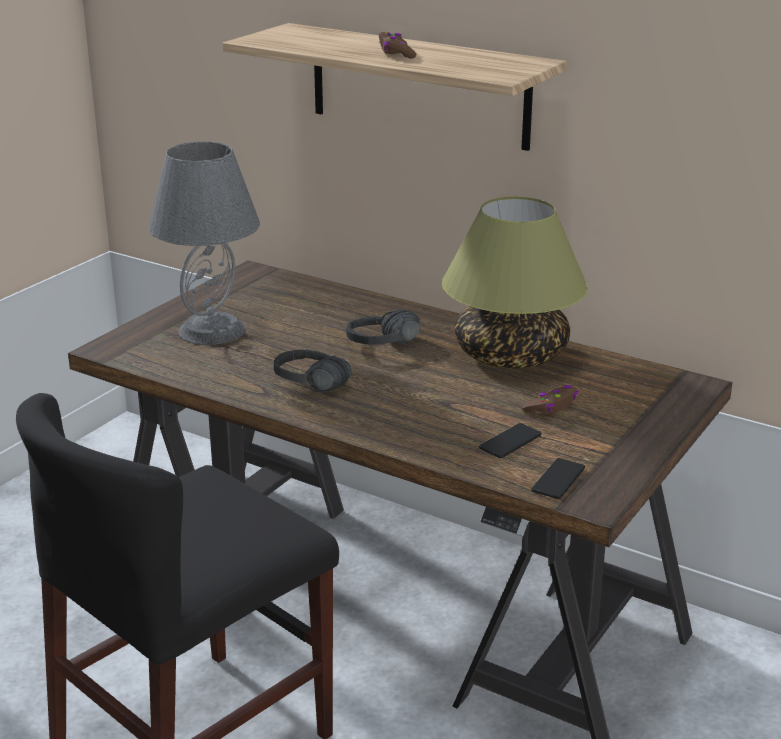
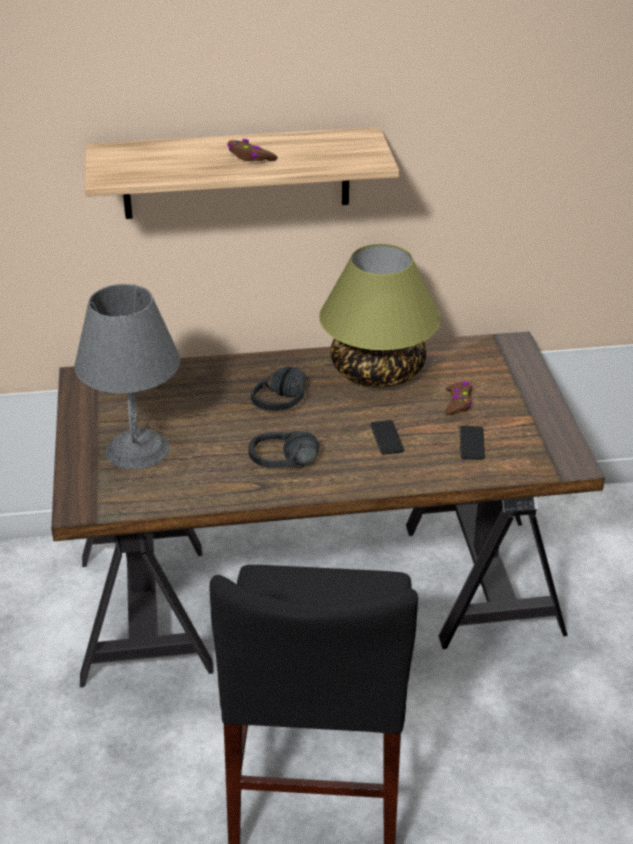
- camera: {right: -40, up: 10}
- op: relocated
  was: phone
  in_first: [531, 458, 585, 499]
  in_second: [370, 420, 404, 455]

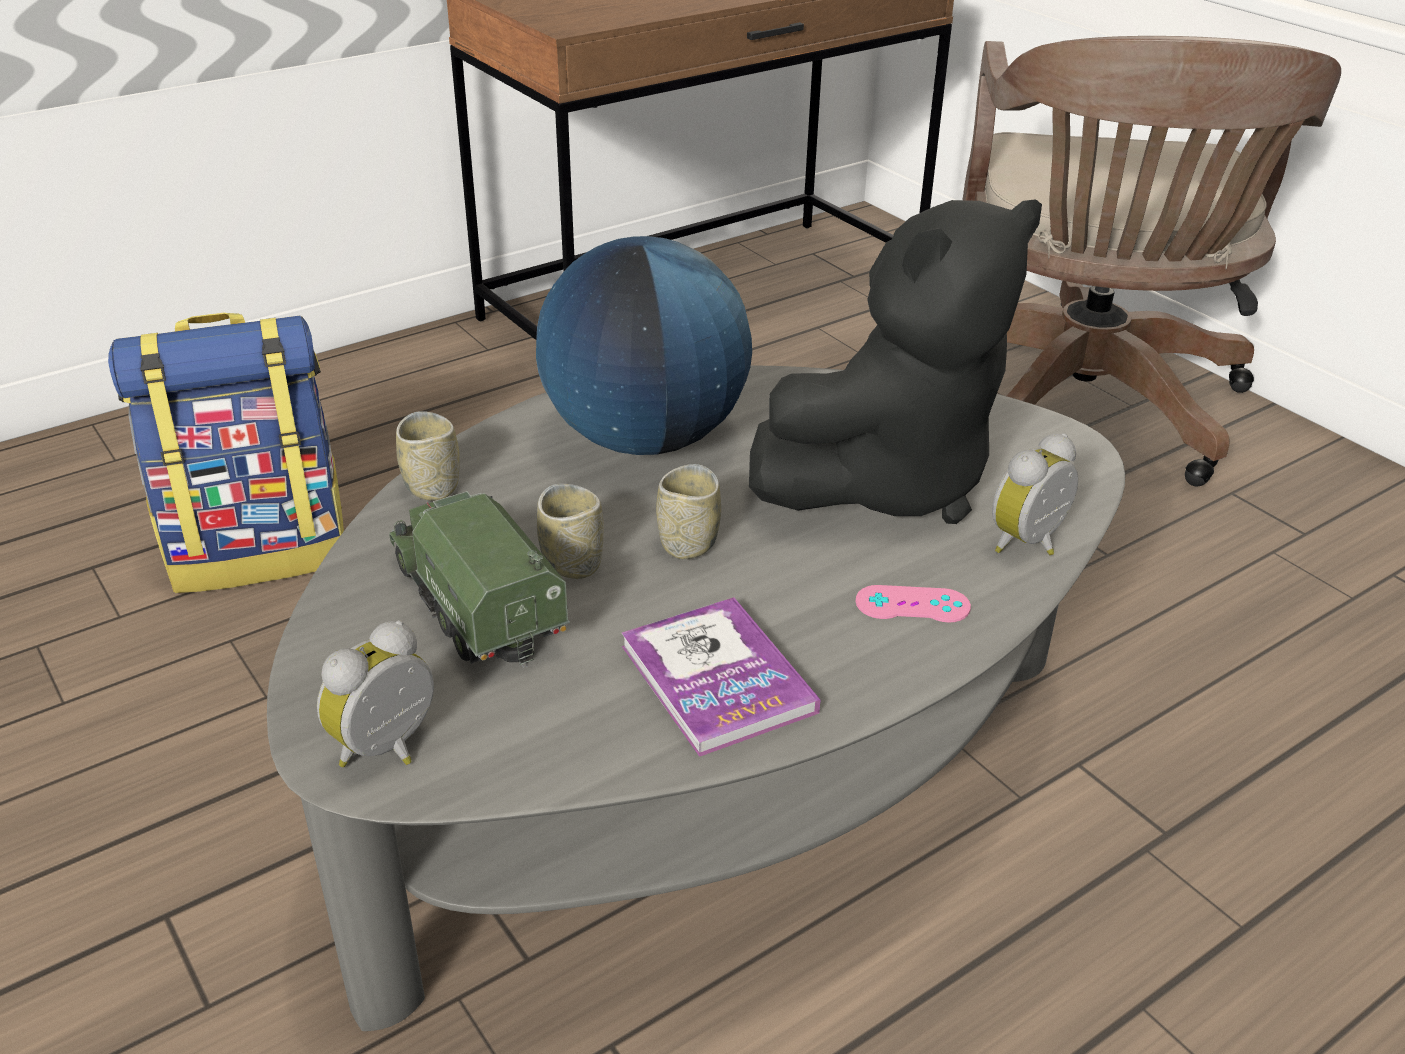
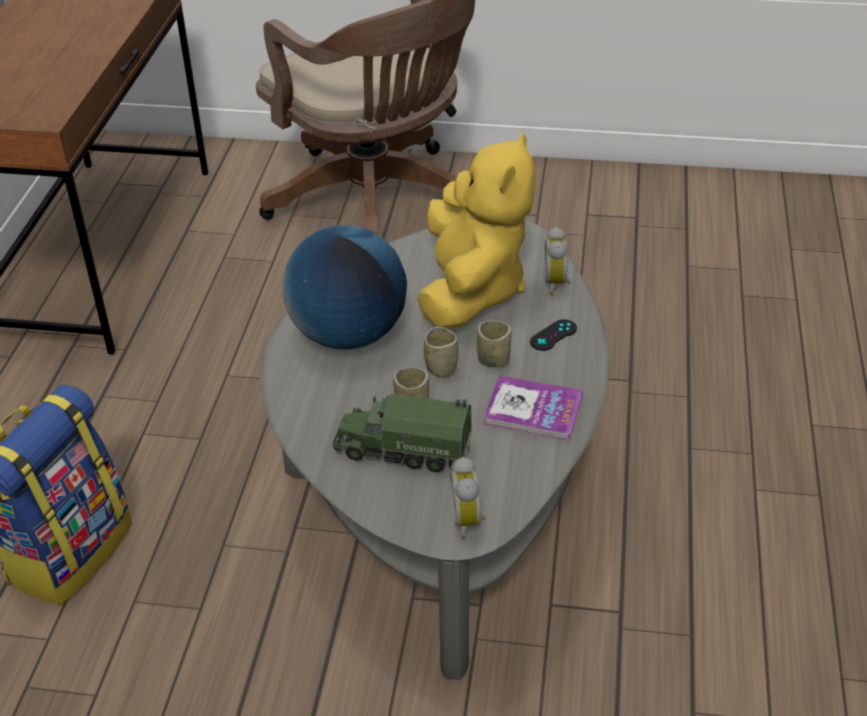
- camera: {right: -45, up: 5}
- op: colour
  was: black plush toy
  now: yellow plush toy
  in_first: [749, 199, 1042, 524]
  in_second: [417, 132, 535, 329]
- op: relocated
  was: cup
  in_first: [396, 411, 460, 501]
  in_second: [477, 321, 511, 367]
- op: colour
  was: pink game controller
  now: black game controller
  in_first: [855, 585, 971, 622]
  in_second: [530, 319, 577, 351]

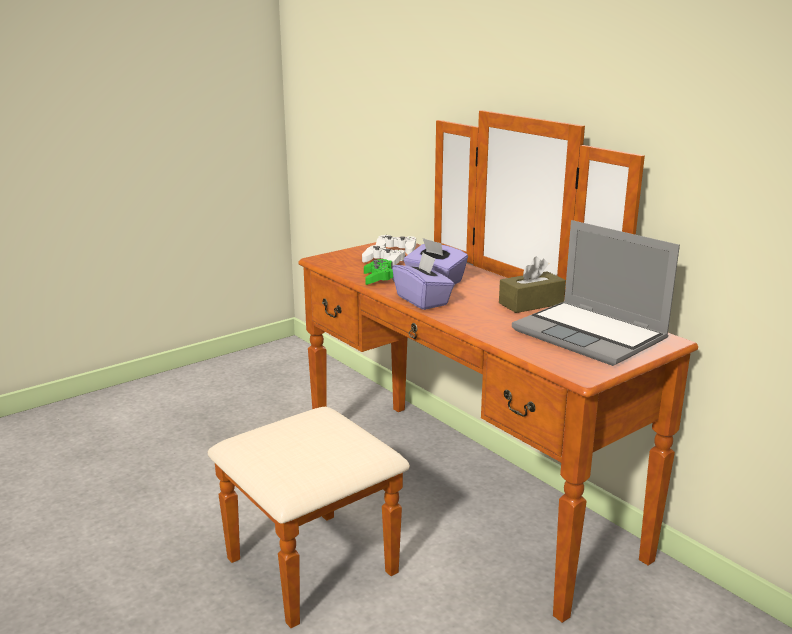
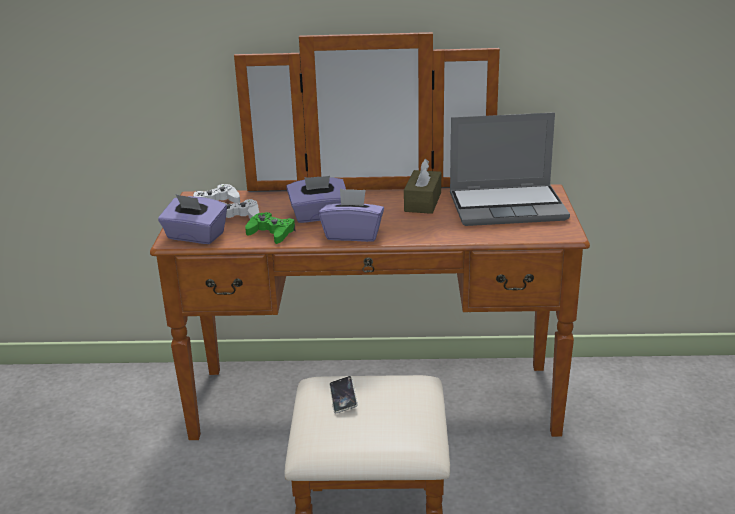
- camera: {right: -50, up: 5}
- op: appeared
  now: purple tissue box
  in_second: [158, 194, 227, 244]
- op: appeared
  now: phone
  in_second: [329, 376, 358, 413]

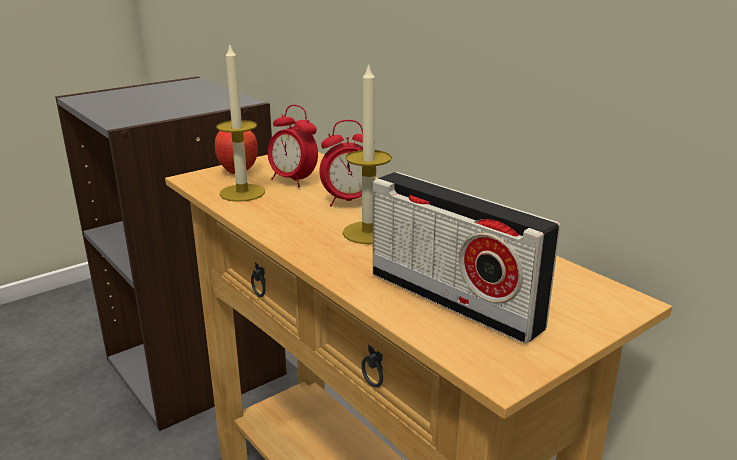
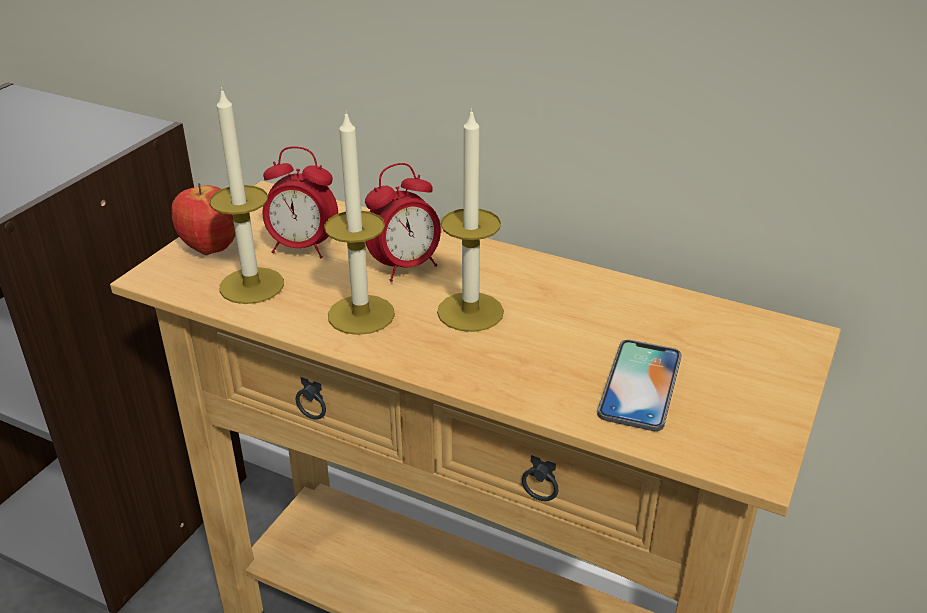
- camera: {right: -25, up: 10}
- op: exchanged
  was: radio
  now: phone
  in_first: [373, 172, 561, 344]
  in_second: [597, 340, 682, 431]
- op: appeared
  now: candle
  in_second: [324, 110, 395, 335]

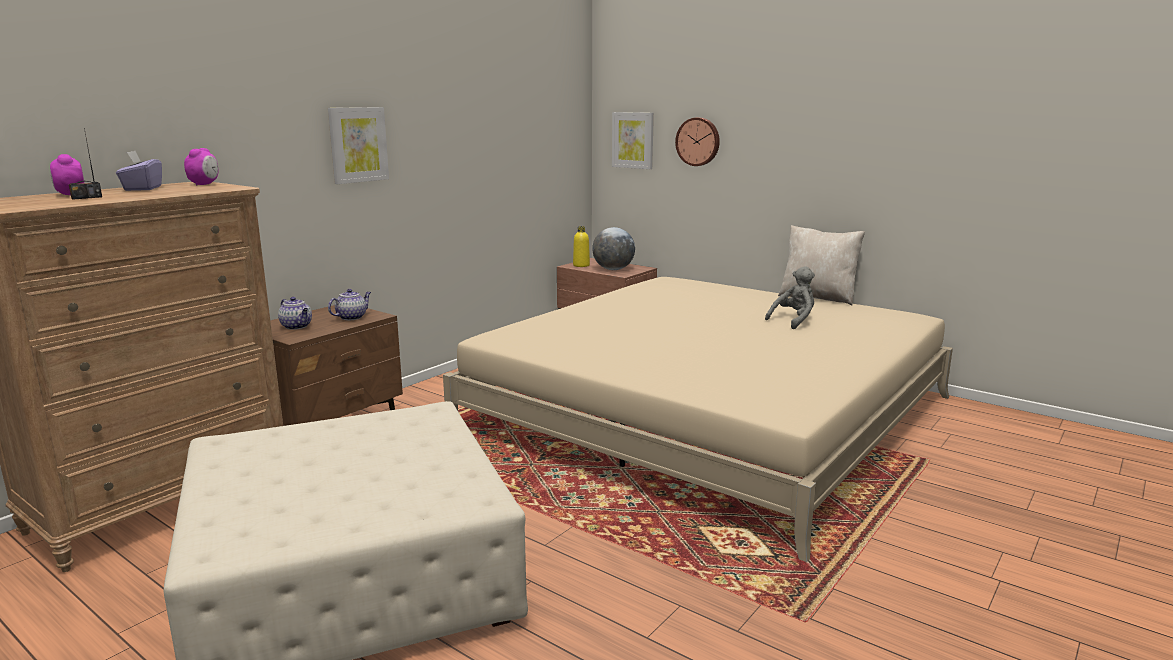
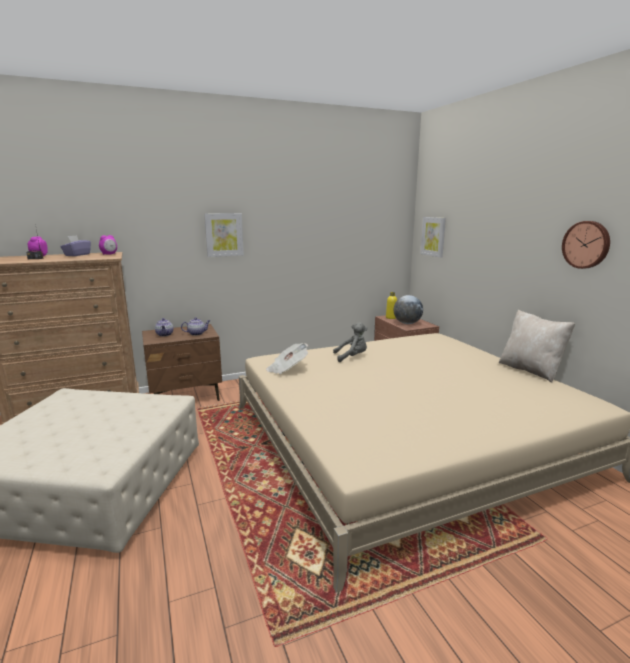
- camera: {right: 30, up: 0}
- op: relocated
  was: wall clock
  in_first: [675, 117, 720, 166]
  in_second: [562, 221, 610, 269]
- op: relocated
  was: grey plush toy
  in_first: [765, 266, 815, 329]
  in_second: [333, 322, 368, 362]
- op: appeared
  now: newspaper
  in_second: [266, 343, 308, 374]

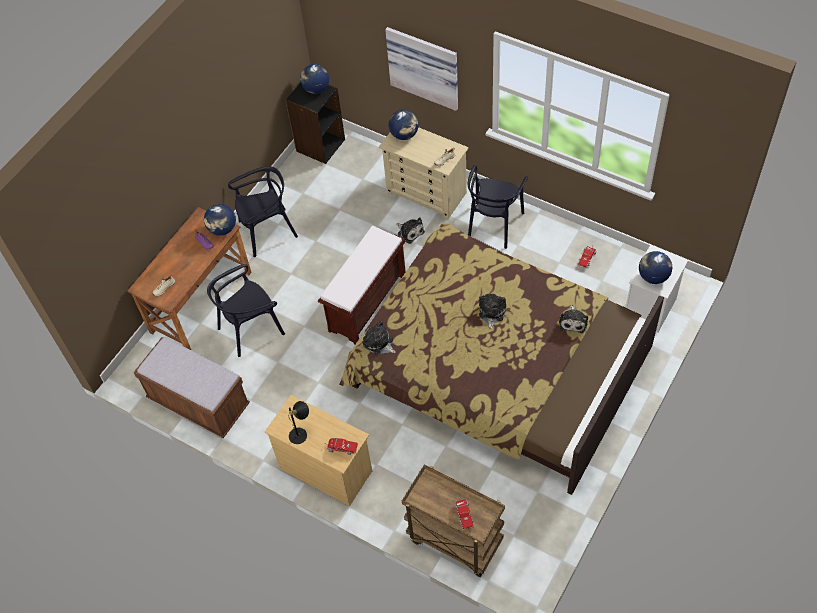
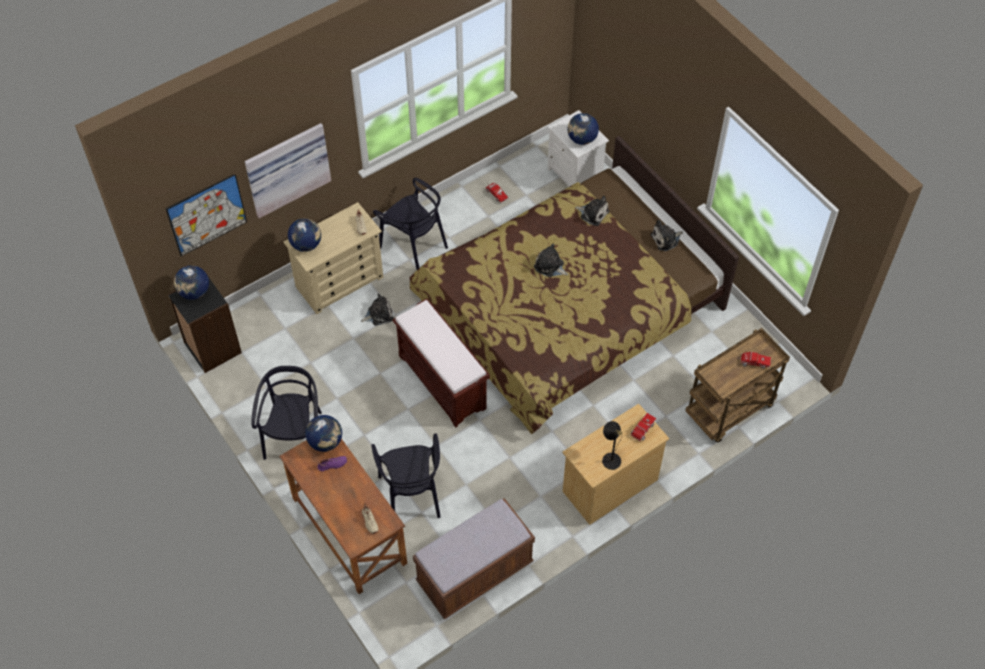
- camera: {right: -70, up: 0}
- op: relocated
  was: plush toy
  in_first: [362, 321, 396, 354]
  in_second: [650, 220, 683, 251]
- op: appeared
  now: picture
  in_second: [165, 174, 247, 256]

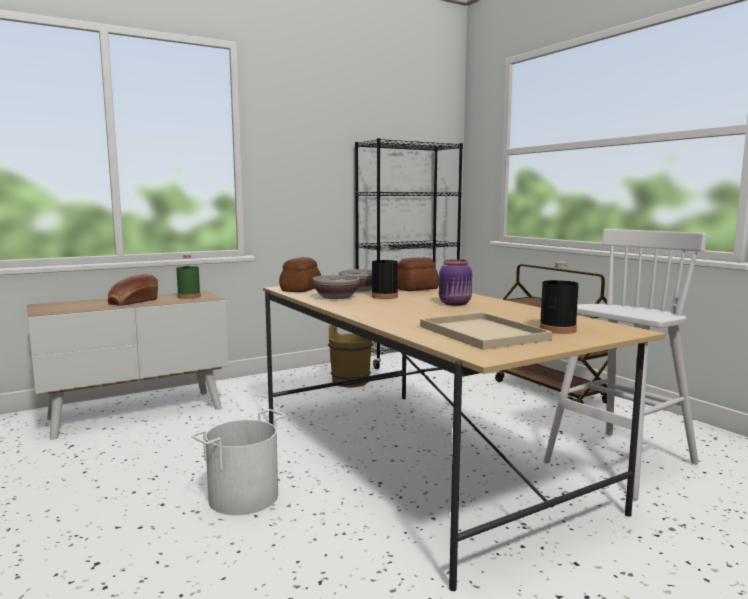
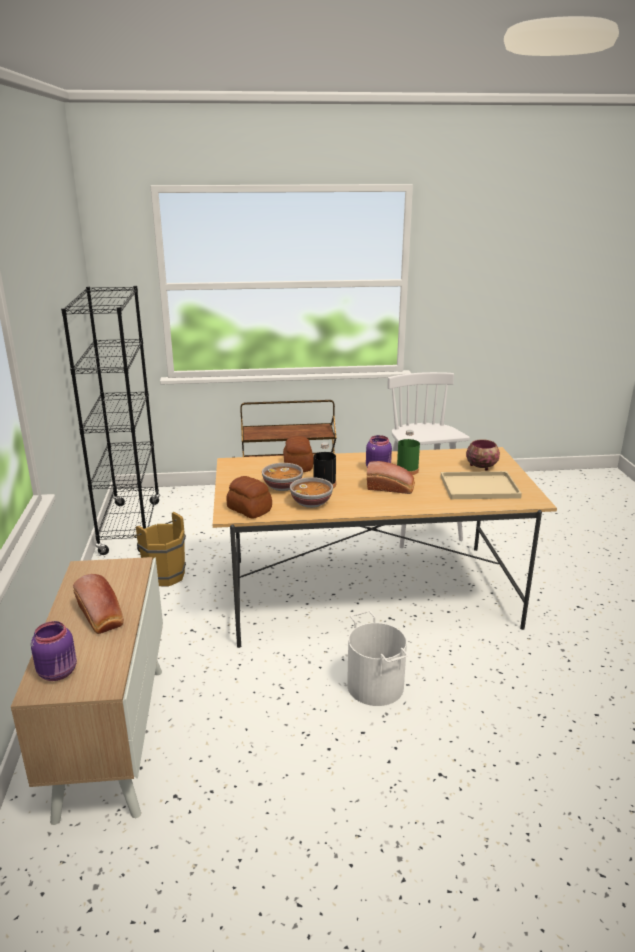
- camera: {right: -65, up: 15}
- op: relocated
  was: green bottle
  in_first: [176, 254, 201, 299]
  in_second: [397, 430, 420, 475]
- op: exchanged
  was: black bottle
  now: bowl
  in_first: [540, 262, 579, 334]
  in_second: [466, 439, 500, 471]
- op: appeared
  now: bread
  in_second: [367, 461, 415, 494]
- op: appeared
  now: purple jar
  in_second: [31, 621, 77, 681]

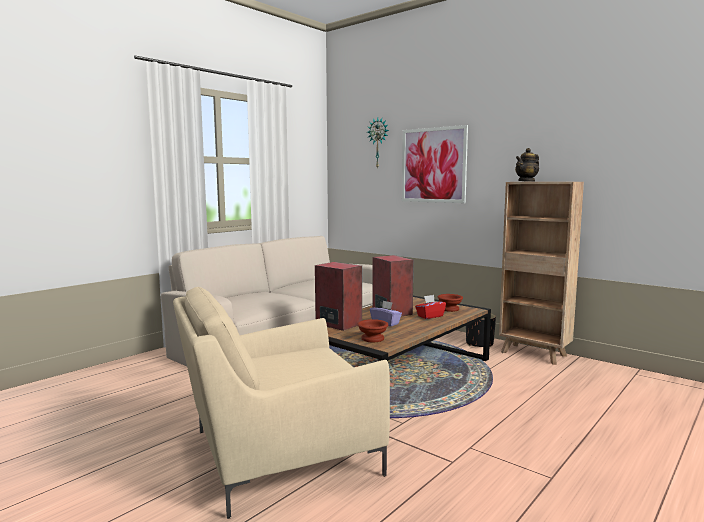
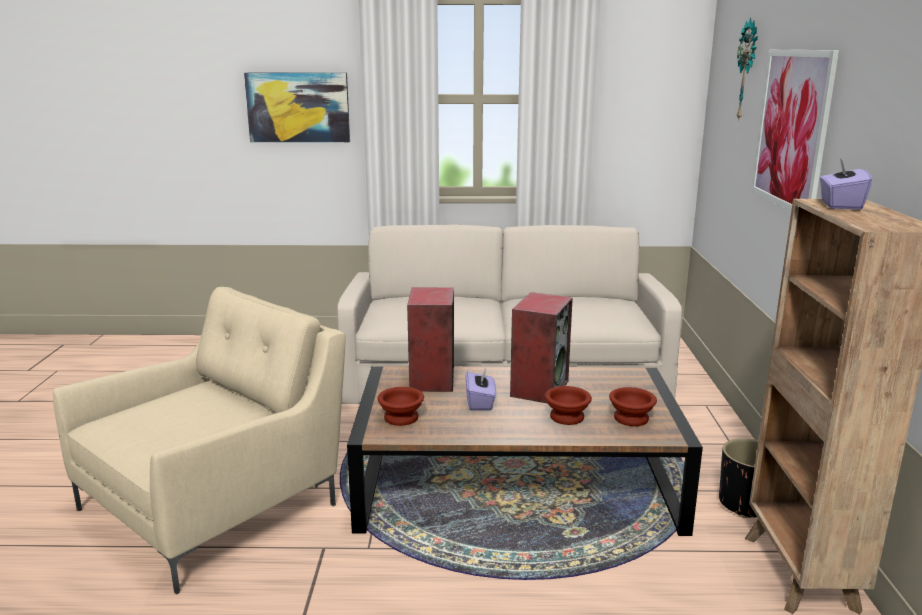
- camera: {right: 50, up: 10}
- op: exchanged
  was: teapot
  now: purple tissue box
  in_first: [515, 148, 539, 182]
  in_second: [820, 158, 872, 210]
- op: spun
  was: beige armchair
  in_first: [173, 287, 390, 519]
  in_second: [53, 287, 345, 595]
  clockwise: 105
- op: exchanged
  was: red tissue box
  now: brown bowl
  in_first: [415, 295, 446, 319]
  in_second: [545, 386, 592, 425]
- op: appeared
  now: picture
  in_second: [244, 73, 350, 142]

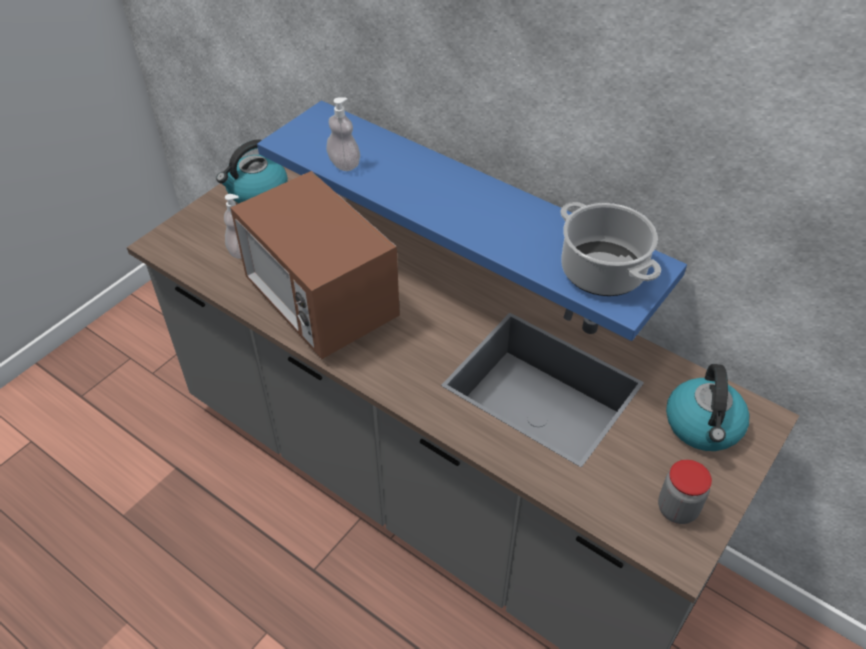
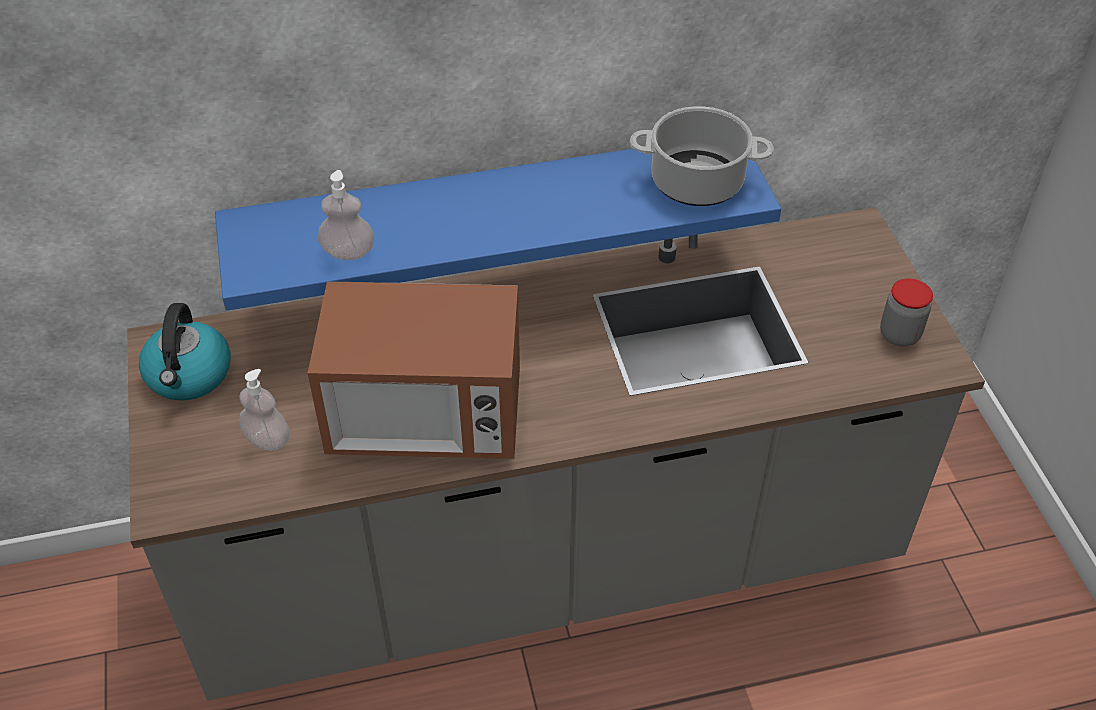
- camera: {right: -50, up: 0}
- op: missing
  was: kettle
  in_first: [666, 364, 750, 451]

